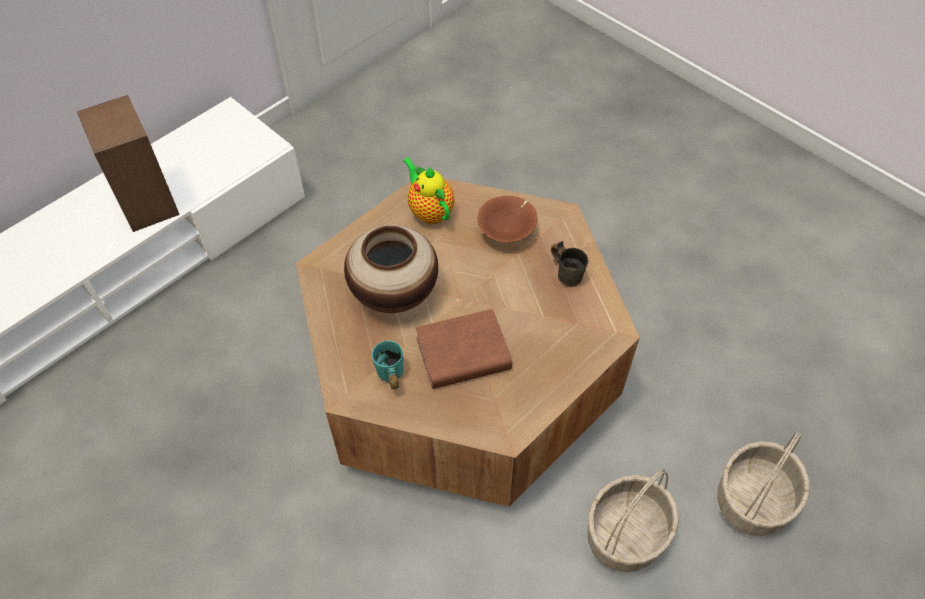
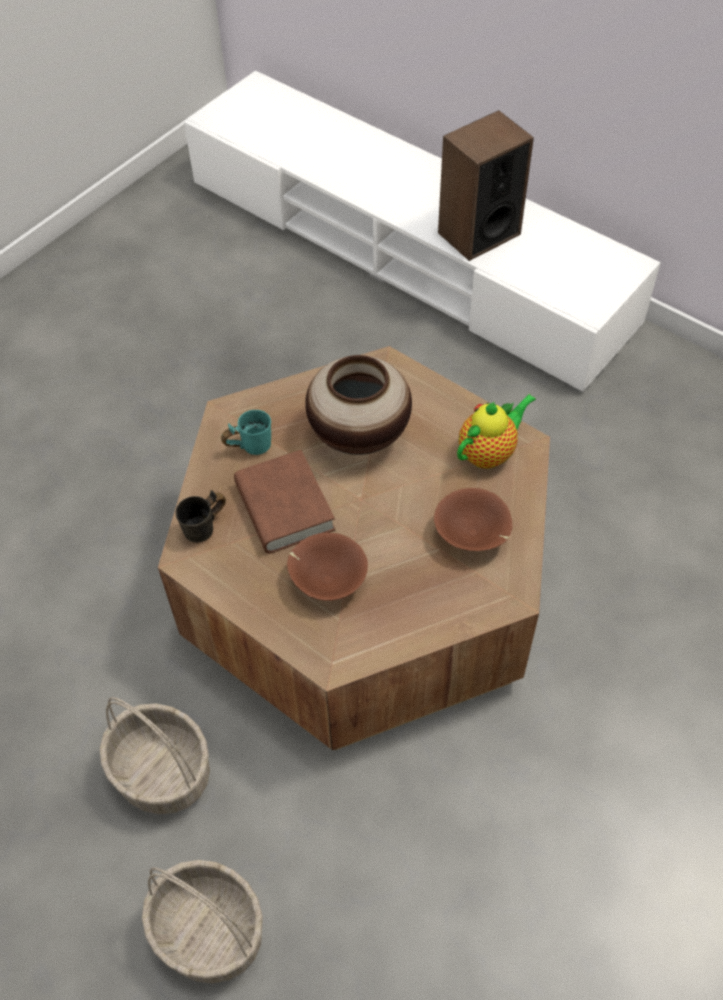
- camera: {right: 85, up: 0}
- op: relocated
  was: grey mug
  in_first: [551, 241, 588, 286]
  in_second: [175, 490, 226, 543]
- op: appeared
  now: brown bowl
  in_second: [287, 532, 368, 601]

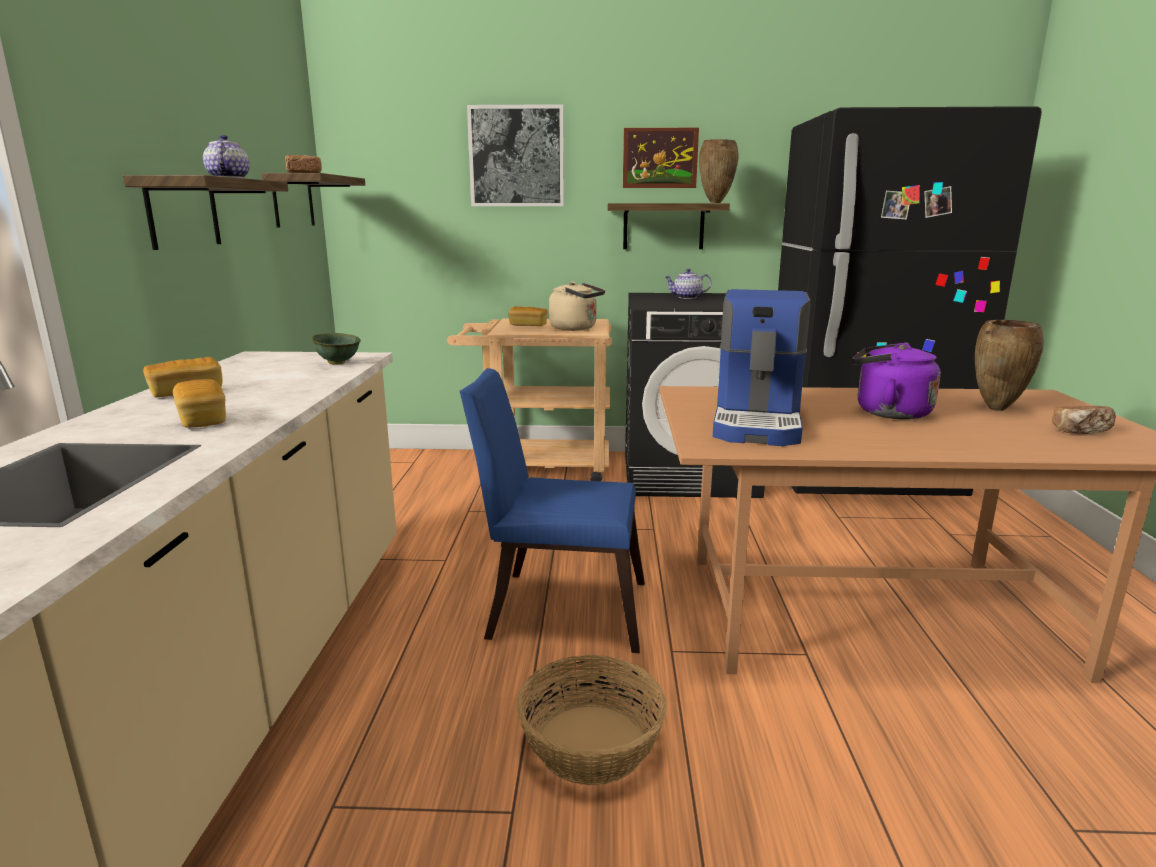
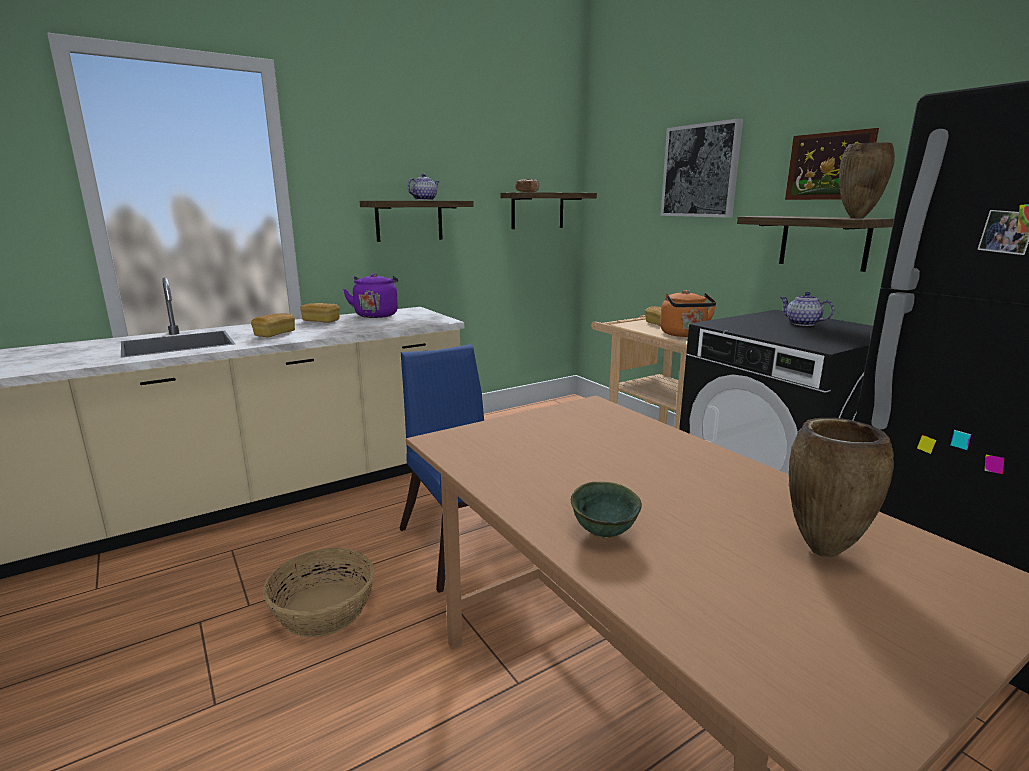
- camera: {right: 55, up: 0}
- op: colour
  was: beige kettle
  now: orange kettle
  in_first: [549, 281, 605, 331]
  in_second: [660, 290, 716, 337]
- op: missing
  was: coffee machine
  in_first: [713, 289, 811, 446]
- op: relocated
  was: green bowl
  in_first: [311, 333, 361, 365]
  in_second: [571, 482, 642, 538]
- op: relocated
  was: purple kettle
  in_first: [852, 343, 941, 419]
  in_second: [343, 273, 398, 318]
- op: missing
  was: bread
  in_first: [1052, 406, 1116, 434]

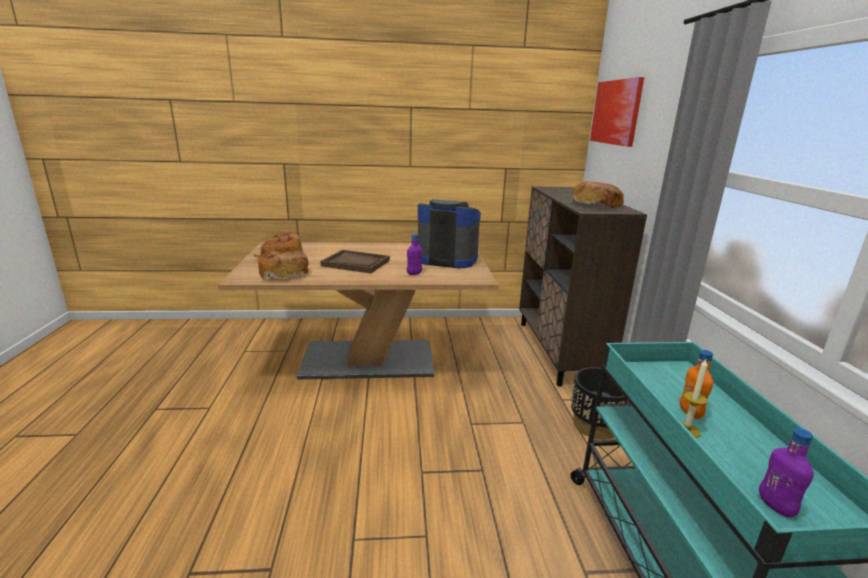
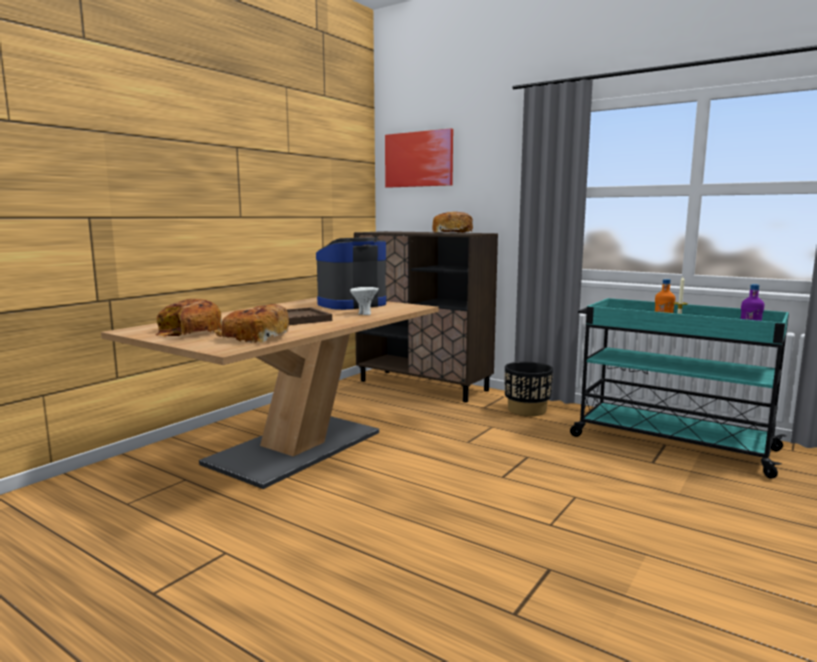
- camera: {right: -50, up: -10}
- op: exchanged
  was: purple bottle
  now: white bowl
  in_first: [407, 234, 423, 275]
  in_second: [350, 287, 379, 315]

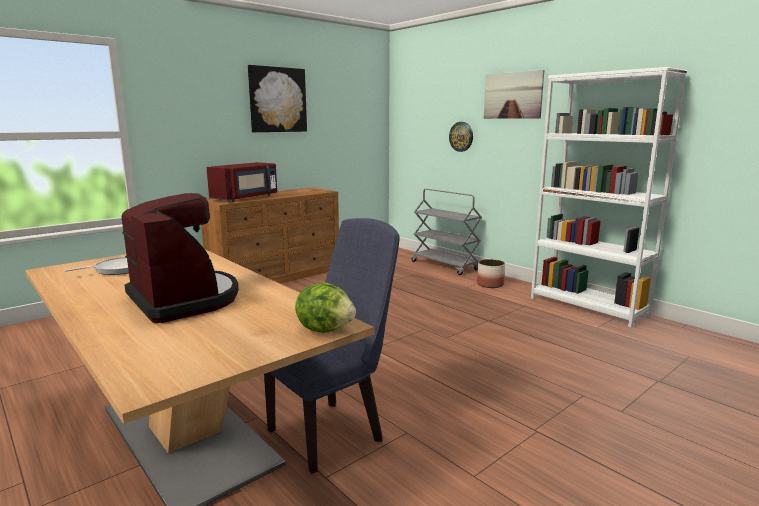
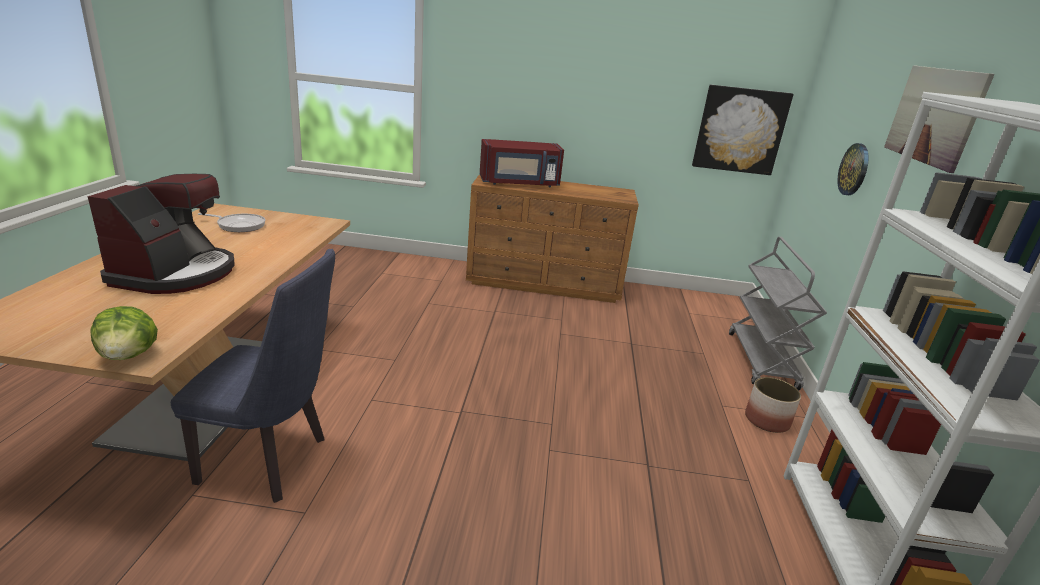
- camera: {right: 45, up: 10}
- op: relocated
  was: picture
  in_first: [248, 65, 307, 132]
  in_second: [692, 85, 794, 175]

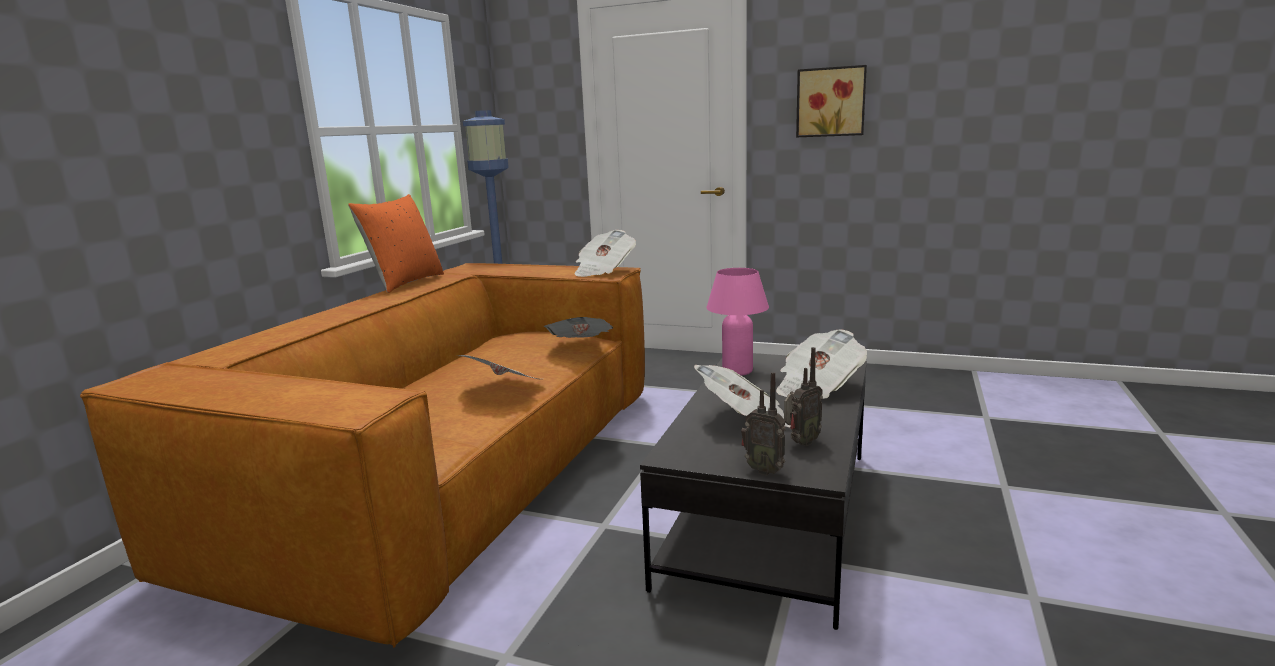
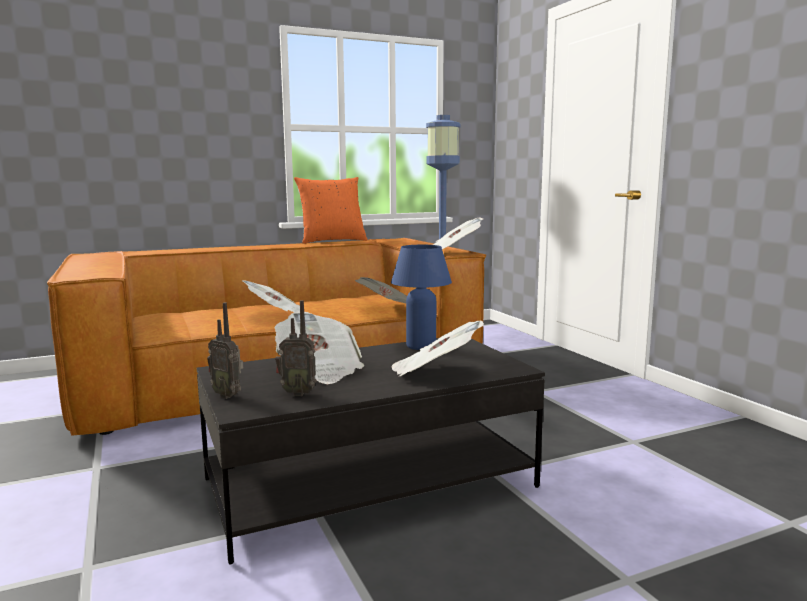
- camera: {right: 45, up: -5}
- op: missing
  was: picture
  in_first: [796, 65, 867, 137]
- op: colour
  was: pink table lamp
  now: blue table lamp
  in_first: [706, 268, 769, 376]
  in_second: [391, 245, 452, 350]
- op: spun
  was: radio
  in_first: [741, 372, 786, 476]
  in_second: [207, 302, 243, 399]
  clockwise: -45

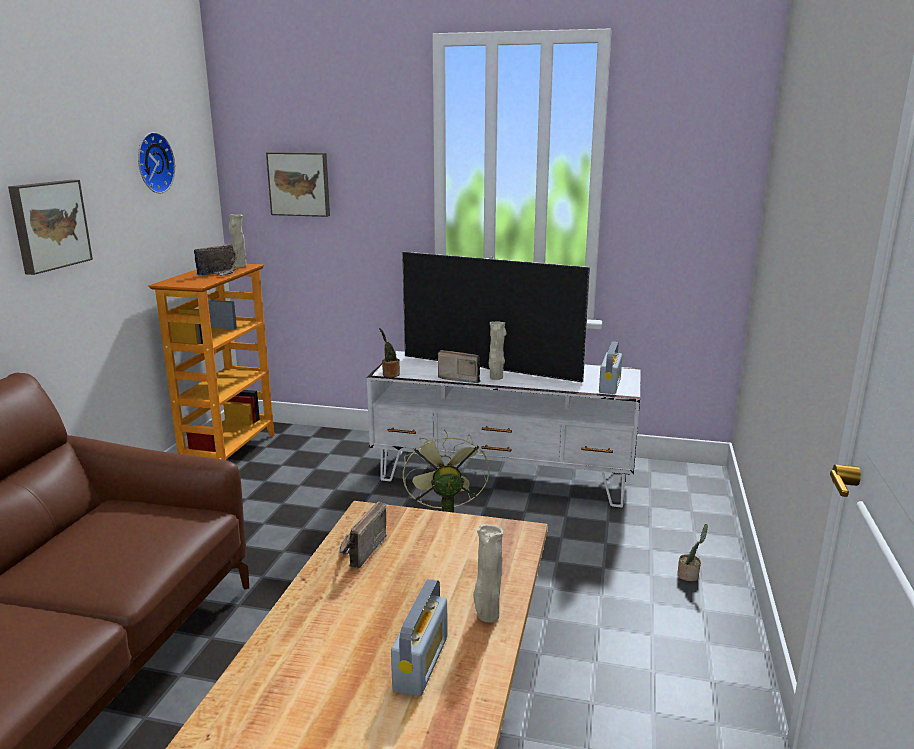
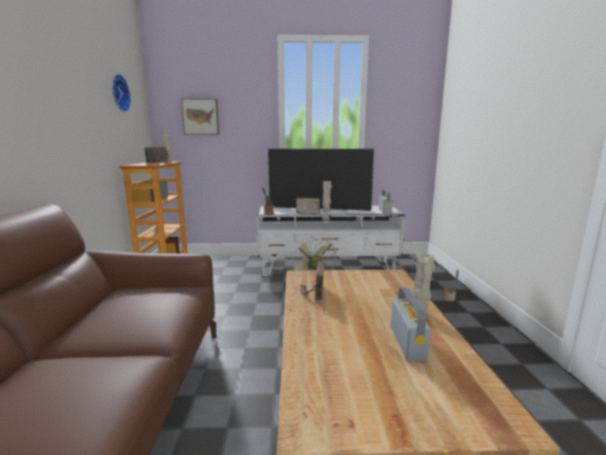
- camera: {right: -15, up: -5}
- op: missing
  was: picture
  in_first: [8, 180, 93, 275]

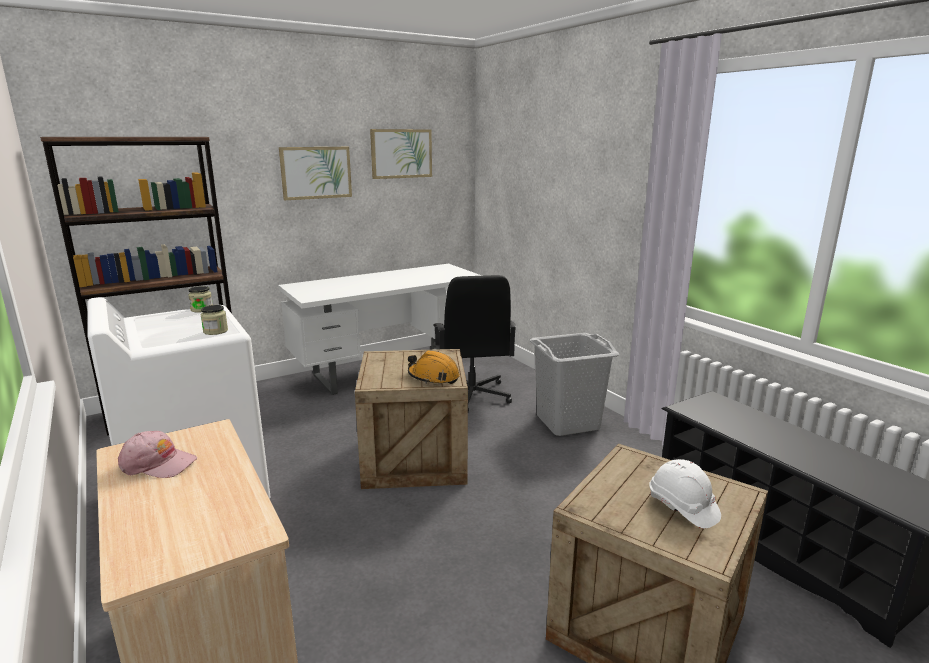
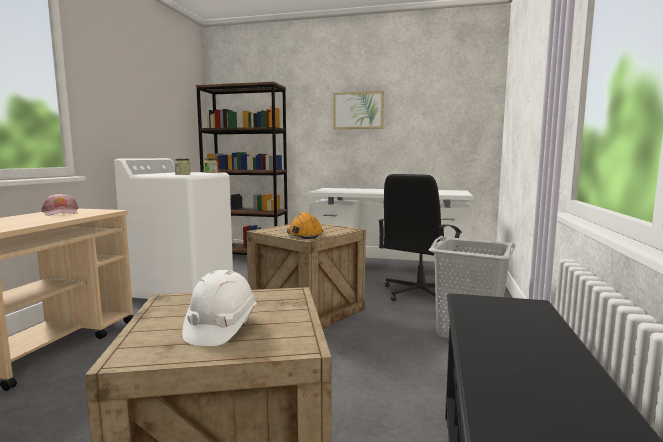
- camera: {right: 45, up: -10}
- op: missing
  was: picture
  in_first: [370, 129, 432, 179]

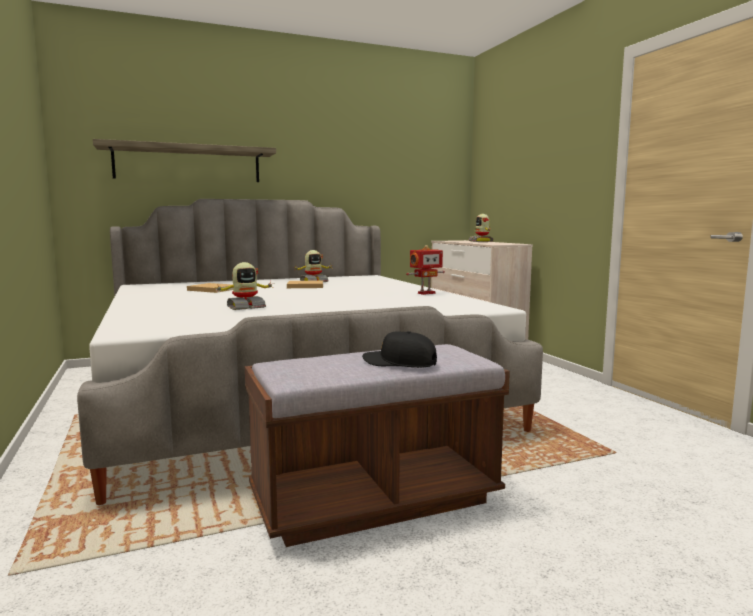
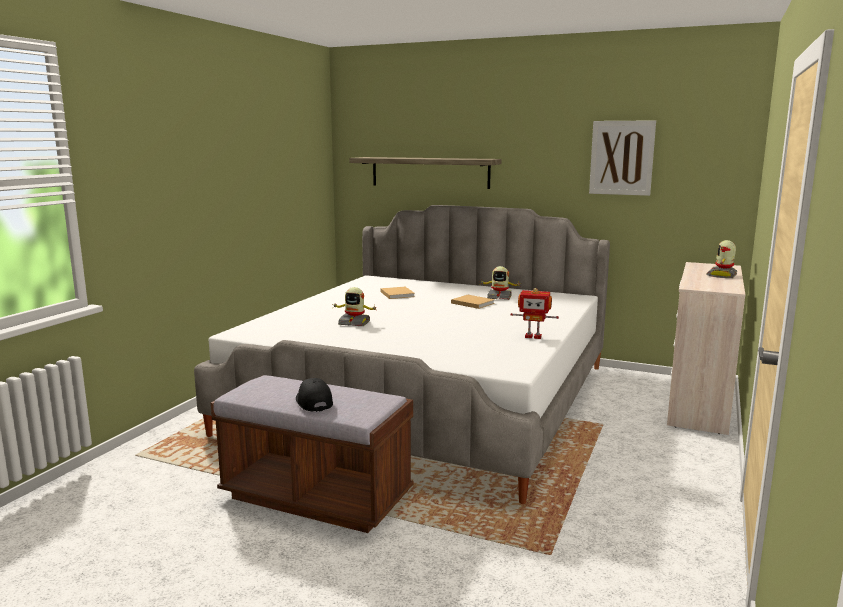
- camera: {right: 45, up: 5}
- op: appeared
  now: picture
  in_second: [589, 120, 656, 196]

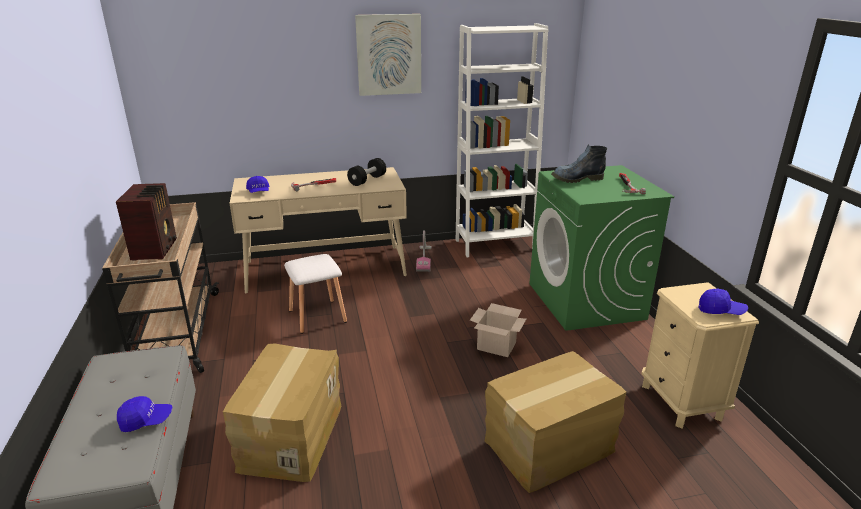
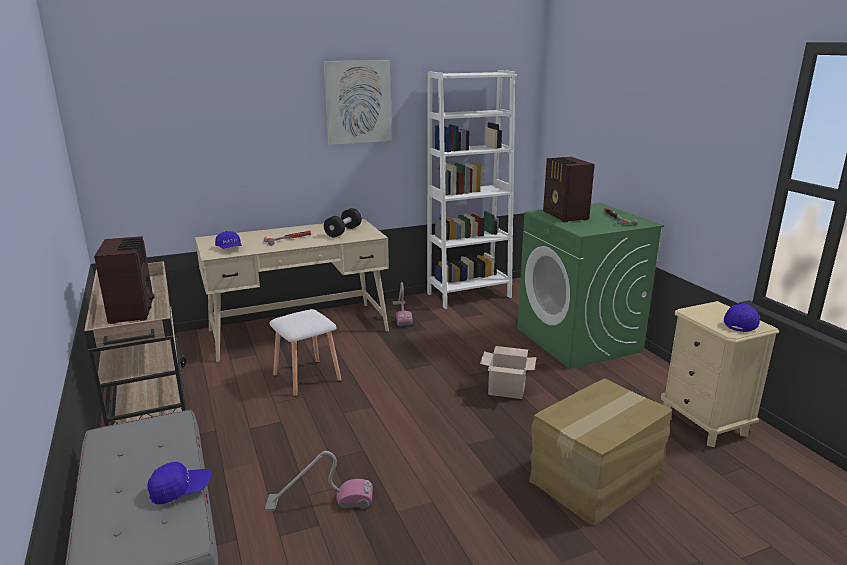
- camera: {right: -10, up: -5}
- op: exchanged
  was: boot
  now: radio
  in_first: [551, 144, 607, 183]
  in_second: [543, 157, 595, 222]
- op: spun
  was: blue cap
  in_first: [699, 289, 748, 315]
  in_second: [724, 304, 760, 332]
  clockwise: -60
- op: exchanged
  was: cardboard box
  now: vacuum cleaner
  in_first: [223, 344, 341, 482]
  in_second: [265, 451, 373, 511]

